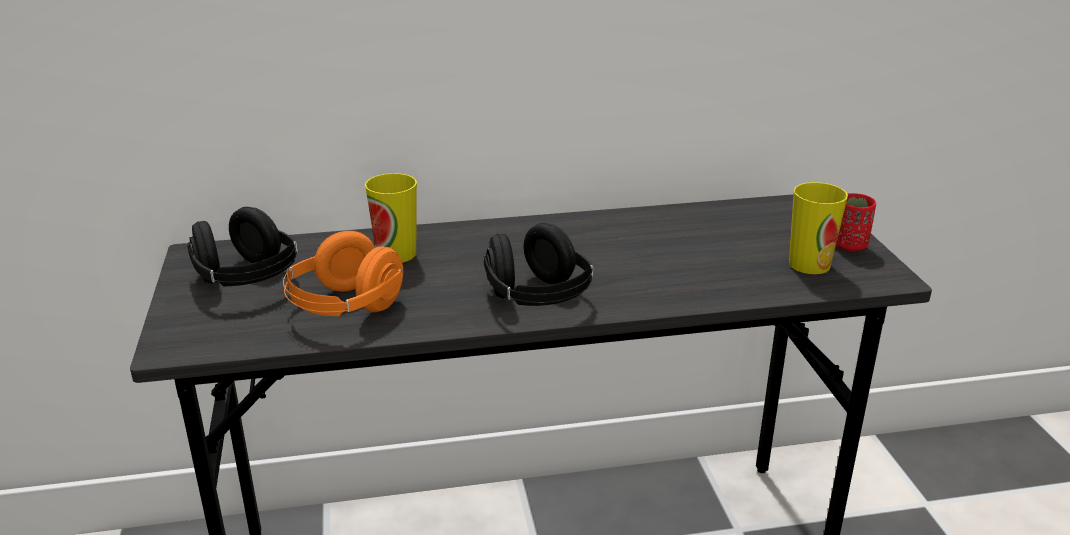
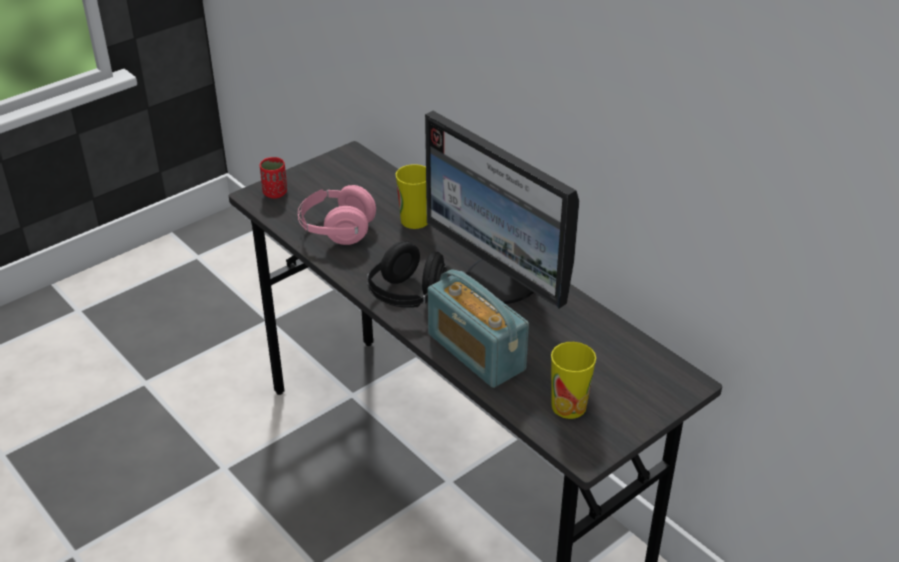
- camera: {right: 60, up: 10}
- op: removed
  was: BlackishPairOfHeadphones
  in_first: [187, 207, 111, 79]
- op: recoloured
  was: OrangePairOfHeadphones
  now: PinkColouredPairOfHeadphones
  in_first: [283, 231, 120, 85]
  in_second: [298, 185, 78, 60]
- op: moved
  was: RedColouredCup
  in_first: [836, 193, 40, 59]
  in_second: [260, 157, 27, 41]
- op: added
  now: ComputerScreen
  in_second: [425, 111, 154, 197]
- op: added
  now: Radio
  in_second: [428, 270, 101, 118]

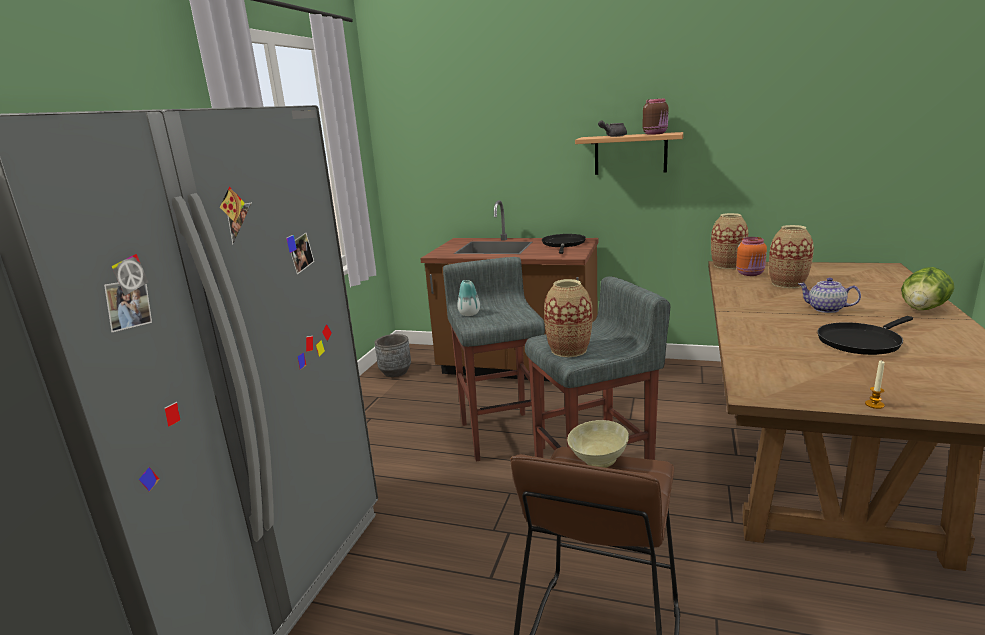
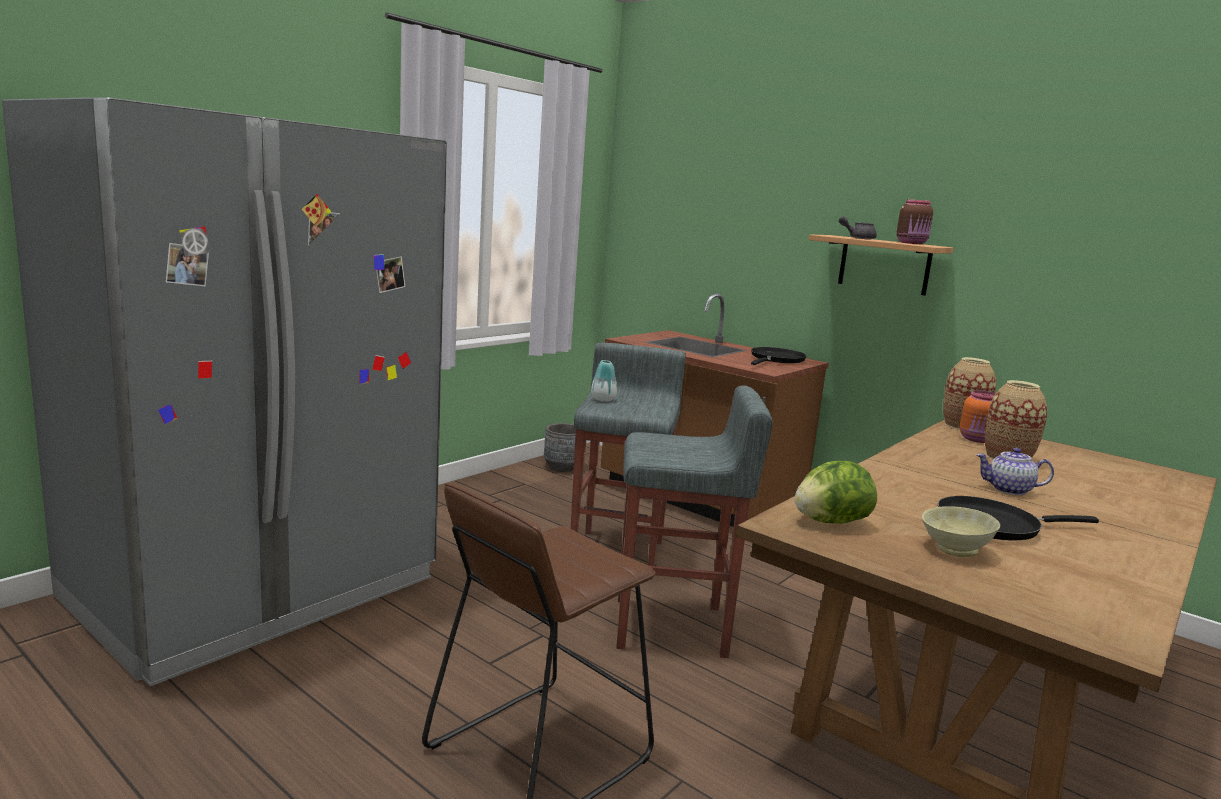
- camera: {right: 20, up: -5}
- op: removed
  was: FlowerVase
  in_first: [544, 279, 48, 78]
- op: moved
  was: SandColouredDeepDish
  in_first: [567, 420, 62, 48]
  in_second: [922, 506, 78, 51]
- op: turned
  was: Teapot
  in_first: [798, 277, 63, 36]
  in_second: [976, 448, 78, 47]
  clockwise: -45
- op: removed
  was: Candle
  in_first: [865, 361, 20, 48]
- op: moved
  was: LettuceHead
  in_first: [901, 267, 53, 43]
  in_second: [795, 461, 82, 63]

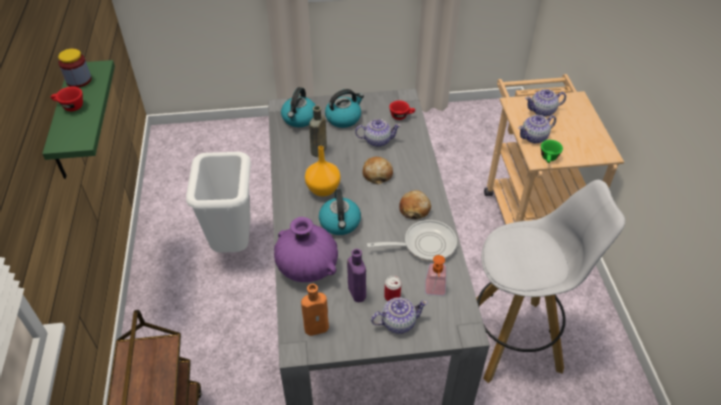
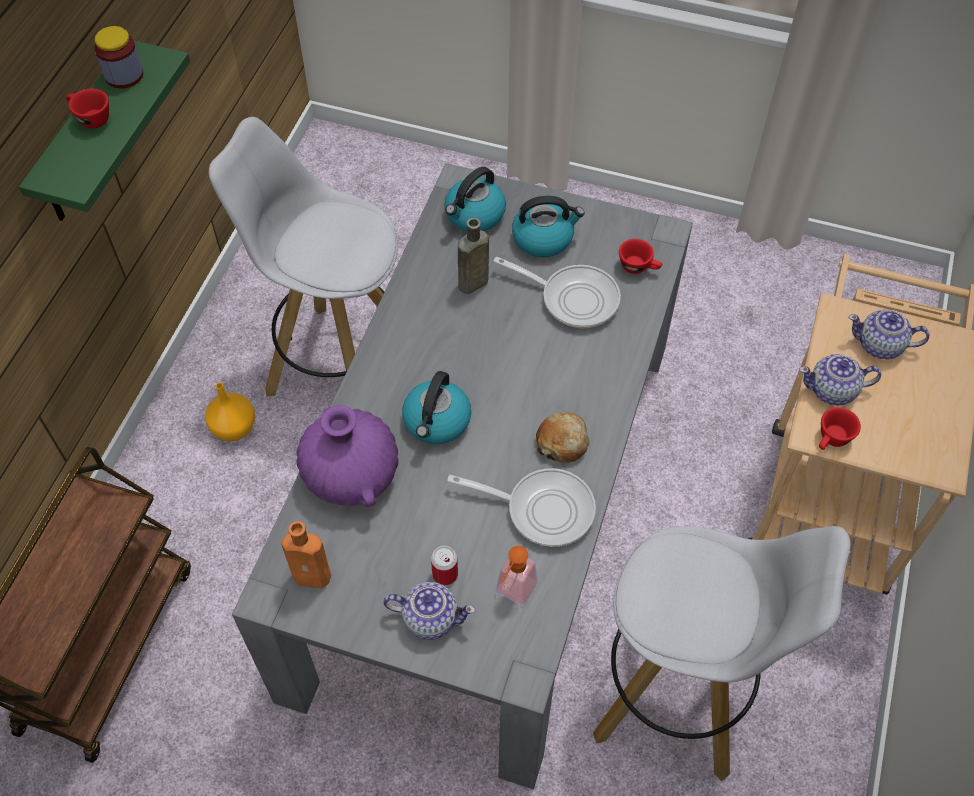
- camera: {right: 25, up: 10}
- op: replaced
  was: WhiteColouredWasteBin
  now: WhiteColouredSittingStool
  in_first: [186, 152, 65, 101]
  in_second: [209, 117, 189, 280]
- op: moved
  was: OrangeFlowerVase
  in_first: [305, 146, 36, 51]
  in_second: [205, 383, 50, 58]
- op: removed
  was: PurpleColouredBottle
  in_first: [347, 249, 19, 54]
- op: replaced
  was: Teapot
  now: FryingPan
  in_first: [355, 119, 46, 28]
  in_second: [494, 257, 127, 71]
- op: removed
  was: BakedBread
  in_first: [362, 157, 31, 28]
- op: recoloured
  was: GreenColouredCup
  now: RedColouredCup
  in_first: [541, 140, 22, 23]
  in_second: [819, 407, 42, 43]

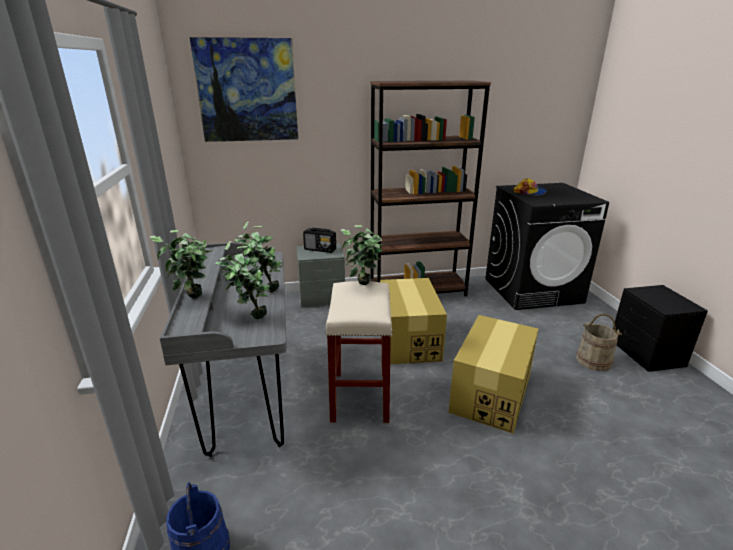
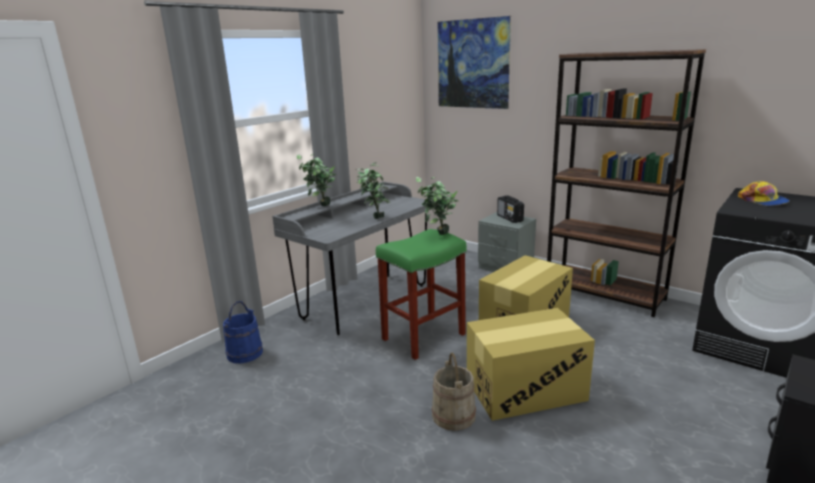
- camera: {right: 50, up: -5}
- op: removed
  was: Houseplant
  in_first: [215, 241, 55, 78]
- op: recoloured
  was: SandColouredSittingStool
  now: GreenColouredSittingStool
  in_first: [325, 281, 68, 142]
  in_second: [376, 229, 91, 131]
- op: moved
  was: SandColouredPail
  in_first: [576, 314, 46, 57]
  in_second: [432, 352, 44, 79]

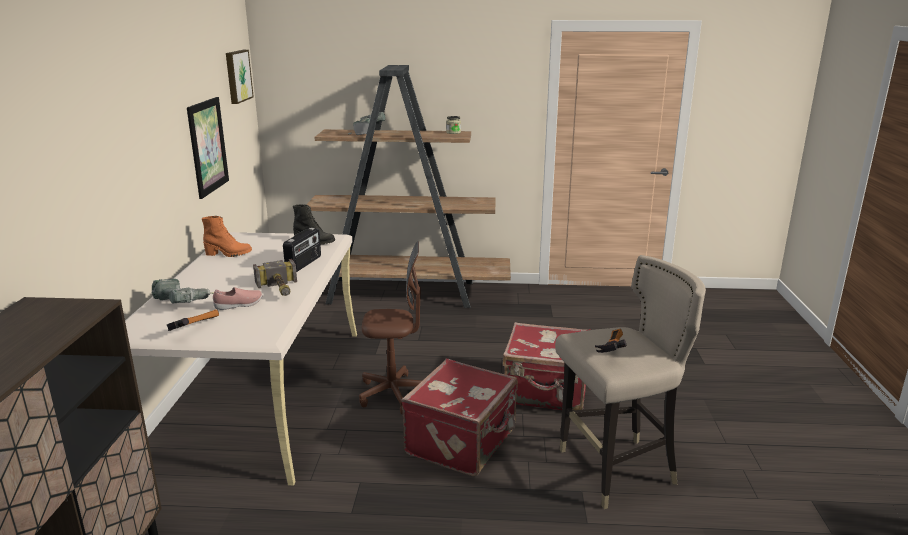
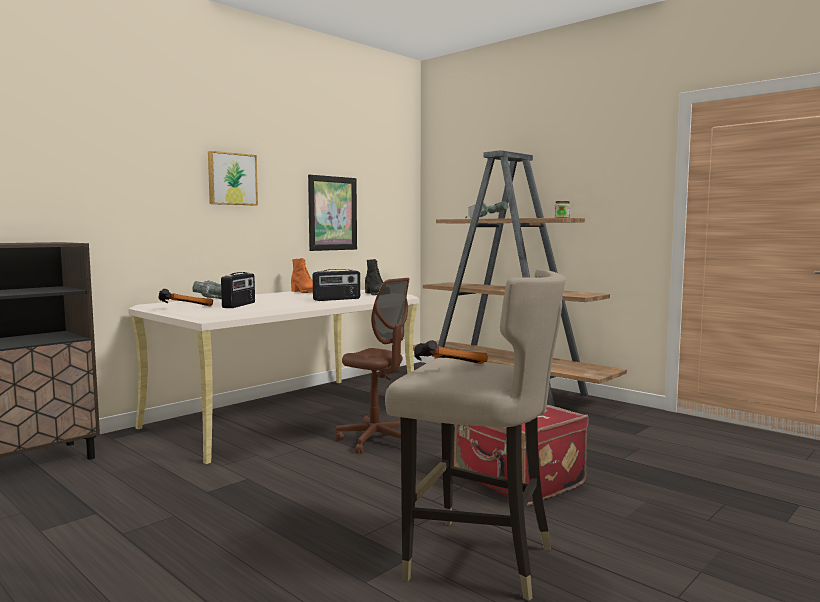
- camera: {right: 40, up: -15}
- op: replaced
  was: PinkColouredItemOfFootwear
  now: Radio
  in_first: [213, 287, 49, 23]
  in_second: [221, 272, 34, 36]
- op: moved
  was: Picture
  in_first: [226, 50, 28, 54]
  in_second: [208, 151, 50, 54]
- op: removed
  was: ToolHammer
  in_first: [253, 259, 44, 37]
- op: removed
  was: RedColouredTravelCase
  in_first: [401, 359, 117, 117]

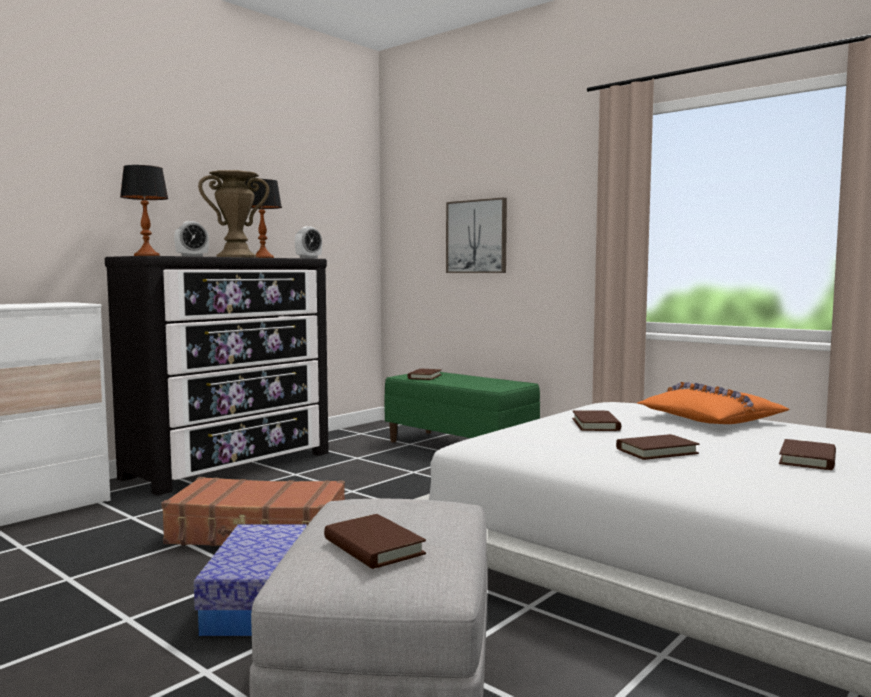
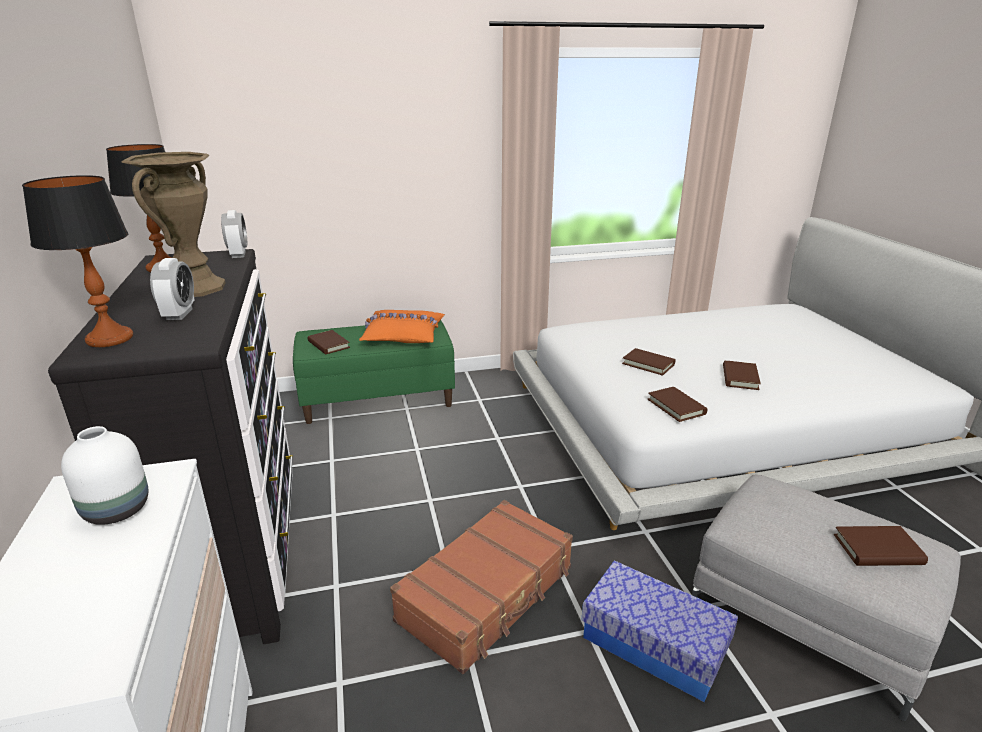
- camera: {right: -55, up: 20}
- op: removed
  was: Picture
  in_first: [446, 197, 61, 76]
- op: moved
  was: OrangeCushion
  in_first: [637, 382, 153, 42]
  in_second: [359, 310, 86, 33]
- op: moved
  was: BrownishBook
  in_first: [779, 439, 57, 31]
  in_second: [648, 387, 59, 35]
- op: added
  now: WhiteColouredFlowerVase
  in_second: [61, 426, 87, 99]

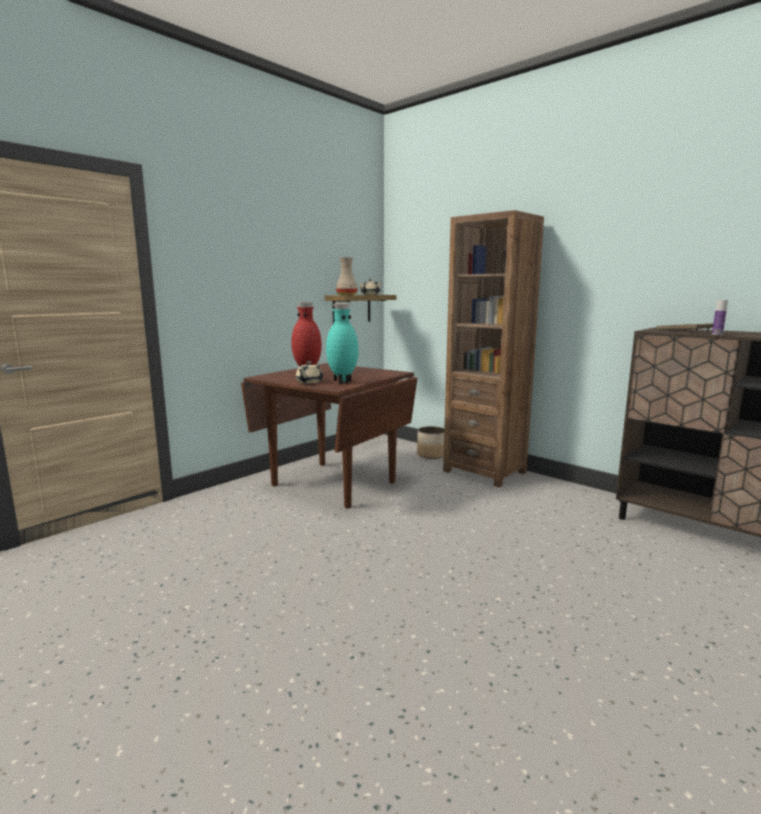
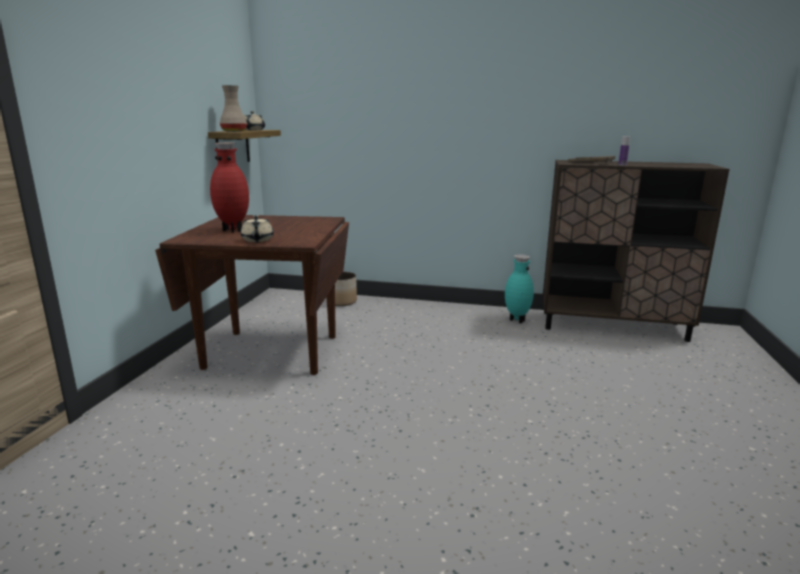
- camera: {right: -30, up: 5}
- op: moved
  was: TurquoiseFlowerVase
  in_first: [326, 303, 33, 81]
  in_second: [505, 254, 29, 69]
- op: removed
  was: BrownishBookcase
  in_first: [443, 210, 101, 277]

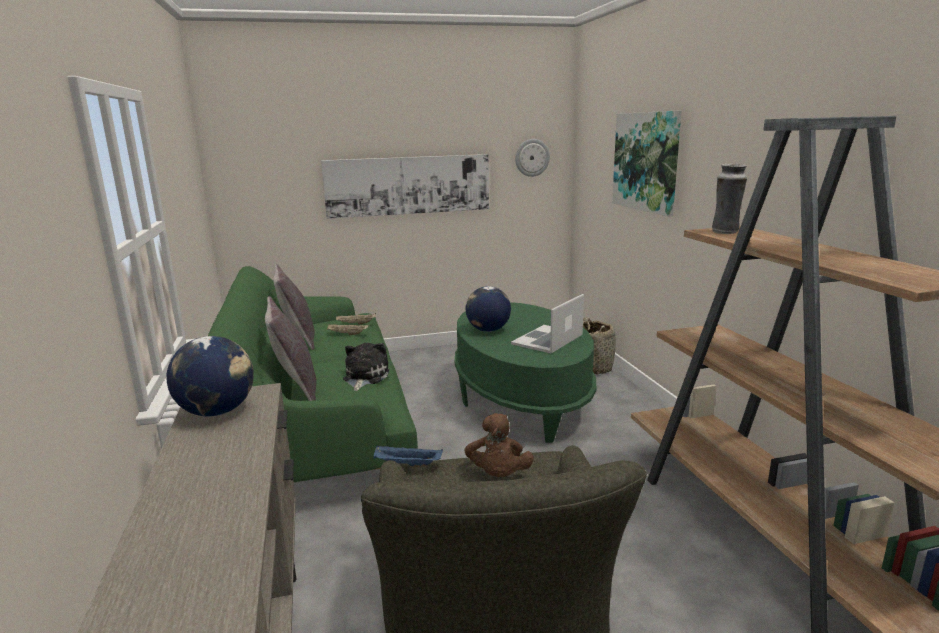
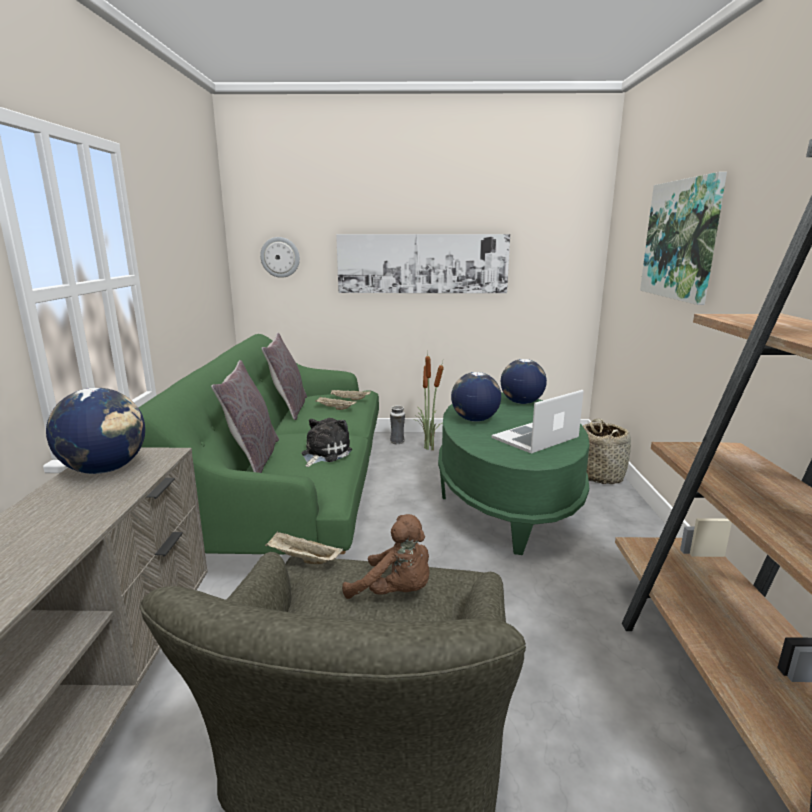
- camera: {right: 15, up: 0}
- op: recoloured
  was: BlueServingTray
  now: SandColouredServingTray
  in_first: [374, 446, 69, 21]
  in_second: [265, 531, 78, 33]
- op: turned
  was: BrownishSoftToy
  in_first: [465, 413, 69, 64]
  in_second: [342, 514, 87, 85]
  clockwise: -75
- op: moved
  was: WallClock
  in_first: [515, 139, 35, 38]
  in_second: [260, 237, 40, 41]
- op: moved
  was: FlowerVase
  in_first: [712, 164, 35, 70]
  in_second: [390, 405, 15, 39]
- op: added
  now: Houseplant
  in_second: [413, 352, 31, 98]
- op: added
  now: WorldGlobe
  in_second: [501, 359, 46, 45]

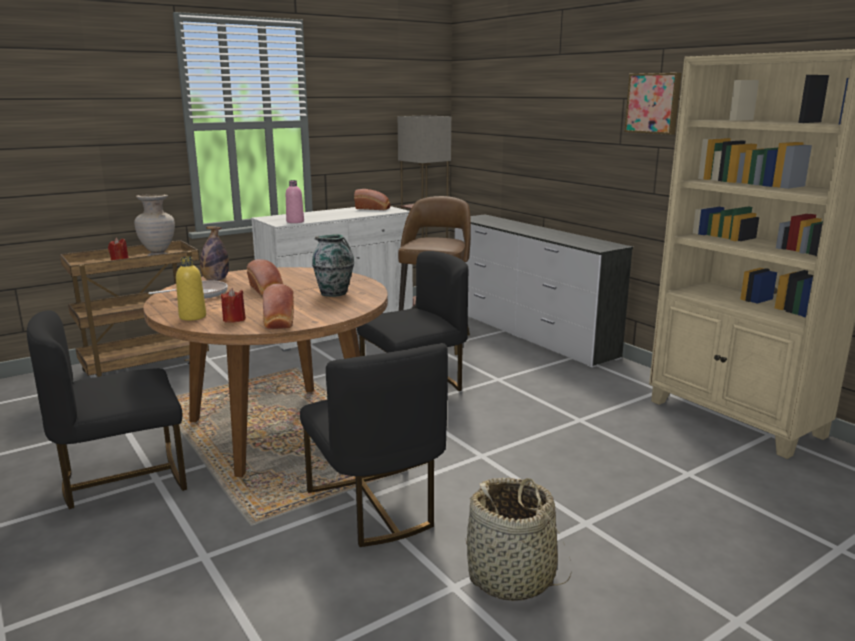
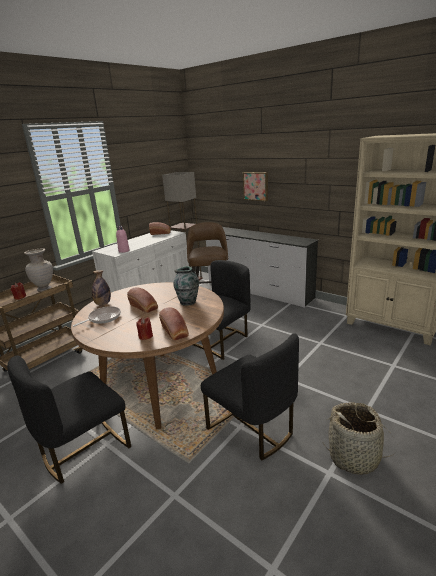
- camera: {right: -15, up: 5}
- op: removed
  was: YellowishBottle
  in_first: [176, 256, 30, 65]
- op: moved
  was: Picture
  in_first: [624, 73, 57, 62]
  in_second: [243, 172, 25, 29]

